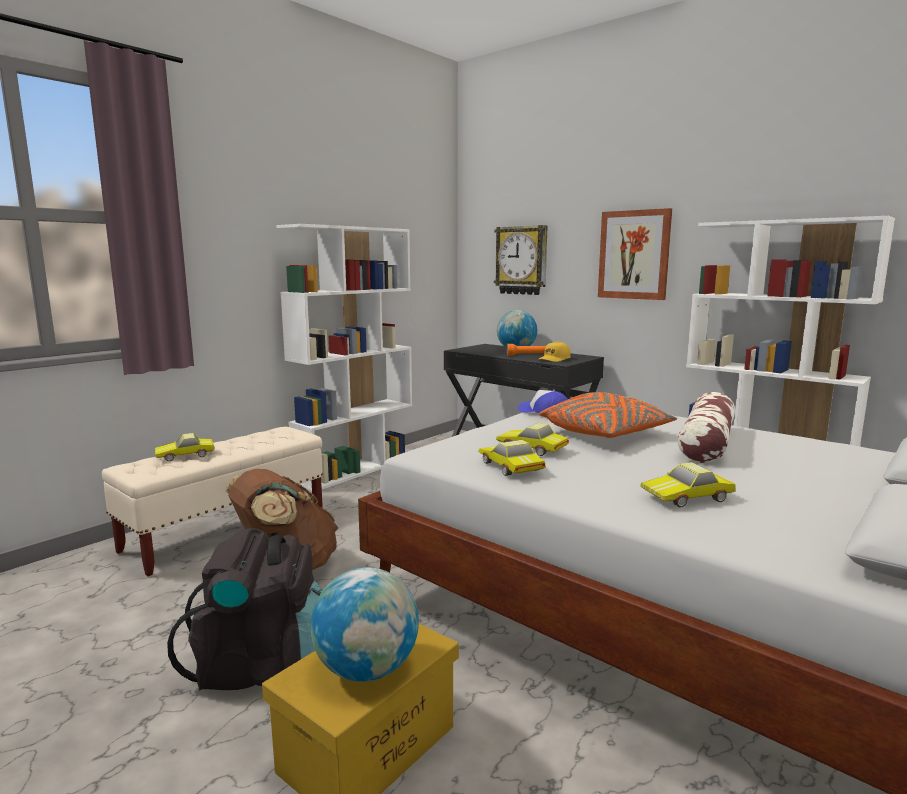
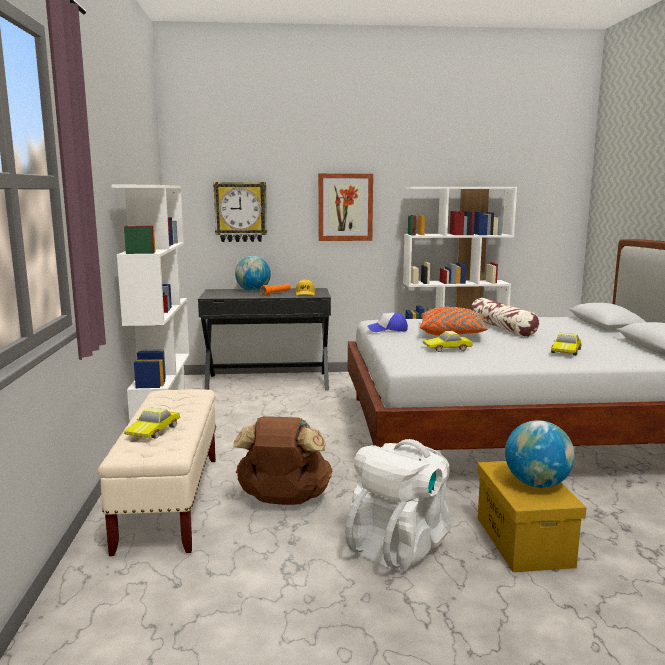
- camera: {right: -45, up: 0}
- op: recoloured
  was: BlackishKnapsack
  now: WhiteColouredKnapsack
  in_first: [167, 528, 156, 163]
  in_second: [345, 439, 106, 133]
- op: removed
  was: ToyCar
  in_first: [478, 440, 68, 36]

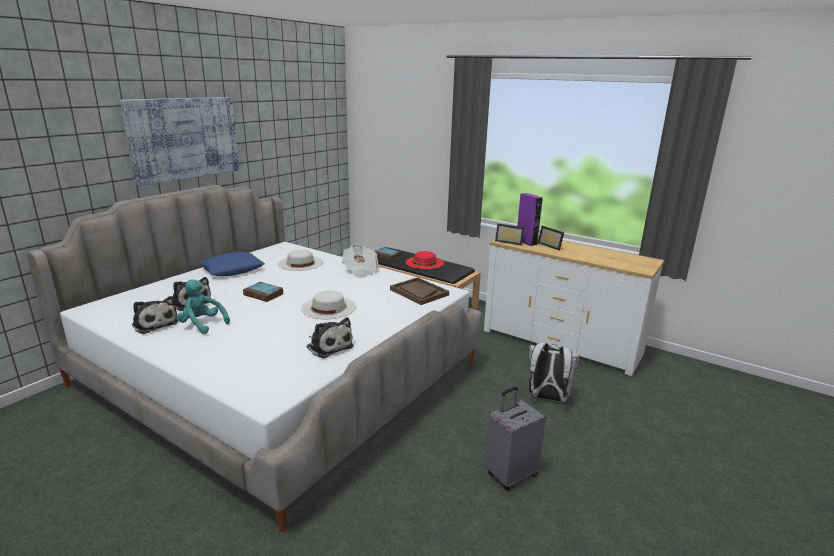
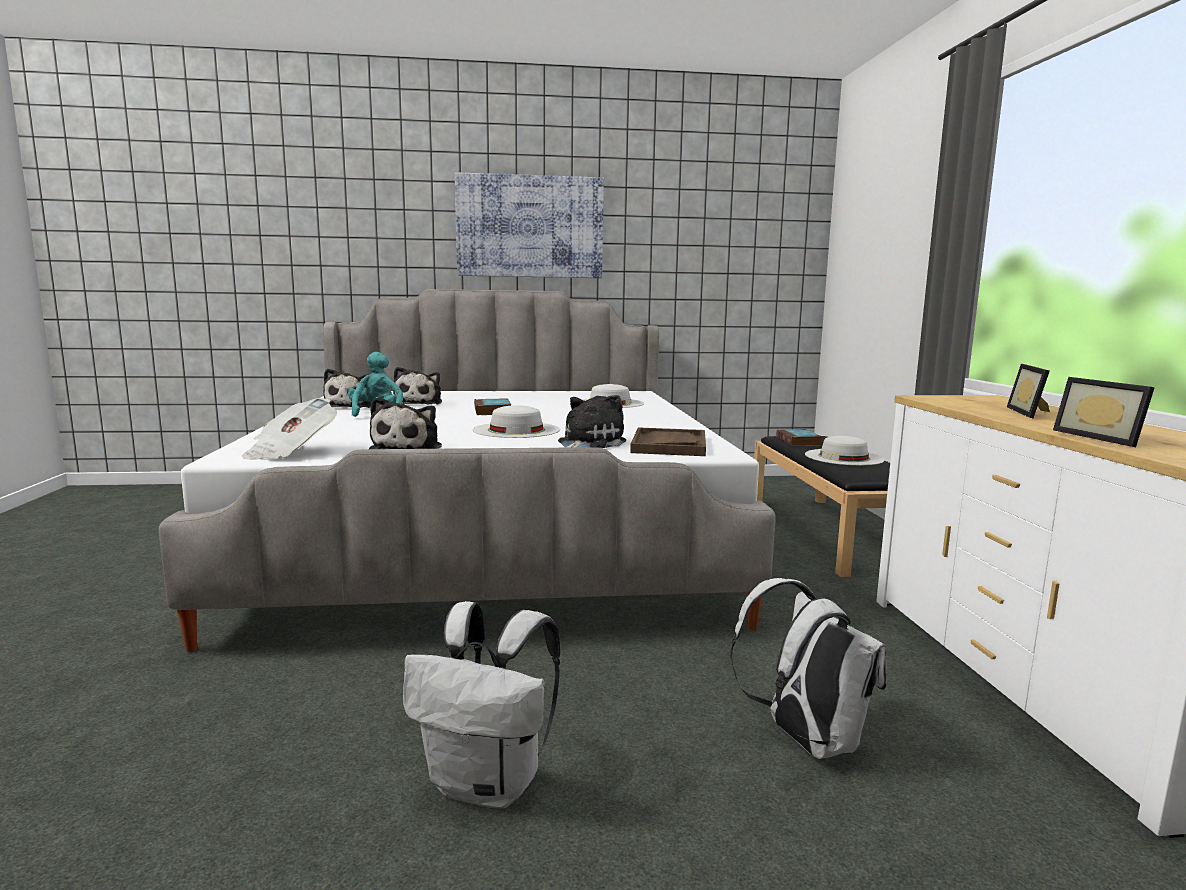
- camera: {right: 50, up: -10}
- op: removed
  was: BlueCushion
  in_first: [199, 252, 66, 24]
- op: moved
  was: PrintedPaper
  in_first: [342, 244, 37, 34]
  in_second: [242, 398, 95, 62]
- op: recoloured
  was: RedColouredHat
  now: WhiteColouredHat
  in_first: [406, 251, 38, 18]
  in_second: [805, 436, 80, 29]
- op: replaced
  was: GrayTravelCase
  now: WhiteColouredKnapsack
  in_first: [485, 386, 61, 104]
  in_second: [403, 601, 158, 208]
- op: moved
  was: PhotoFrame
  in_first: [495, 224, 30, 22]
  in_second: [1053, 377, 102, 70]
- op: removed
  was: PurpleColouredAudioSpeaker
  in_first: [517, 193, 26, 53]
- op: added
  now: SoftToy
  in_second: [558, 395, 68, 53]

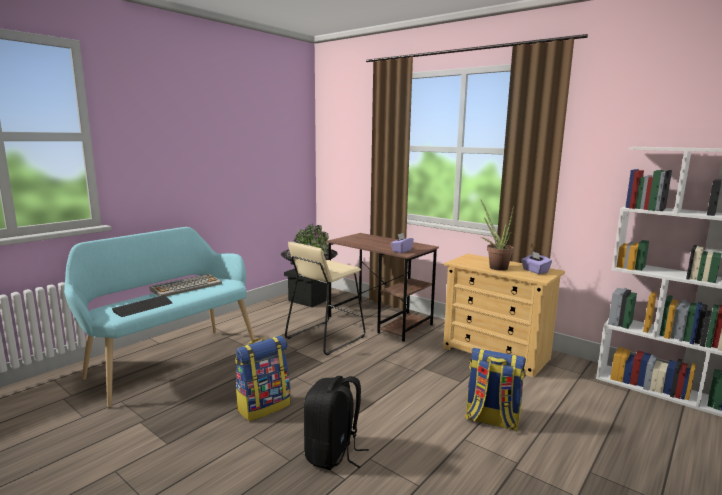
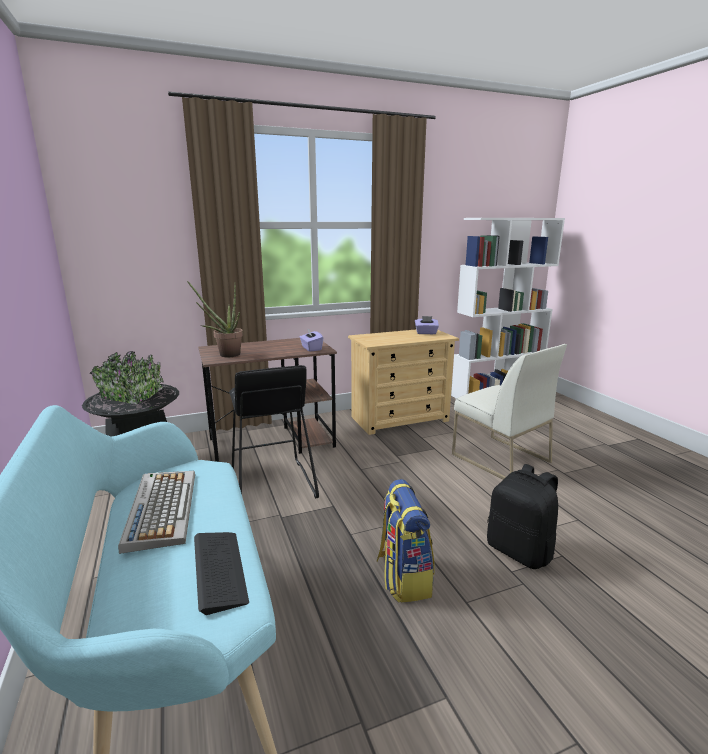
- camera: {right: -60, up: 5}
- op: recoloured
  was: SandColouredSittingStool
  now: BlackishSittingStool
  in_first: [285, 242, 80, 113]
  in_second: [229, 365, 90, 134]
- op: replaced
  was: Knapsack
  now: WhiteColouredChair
  in_first: [465, 348, 61, 83]
  in_second: [452, 344, 115, 136]
- op: moved
  was: Houseplant
  in_first: [480, 199, 34, 72]
  in_second: [187, 281, 56, 76]

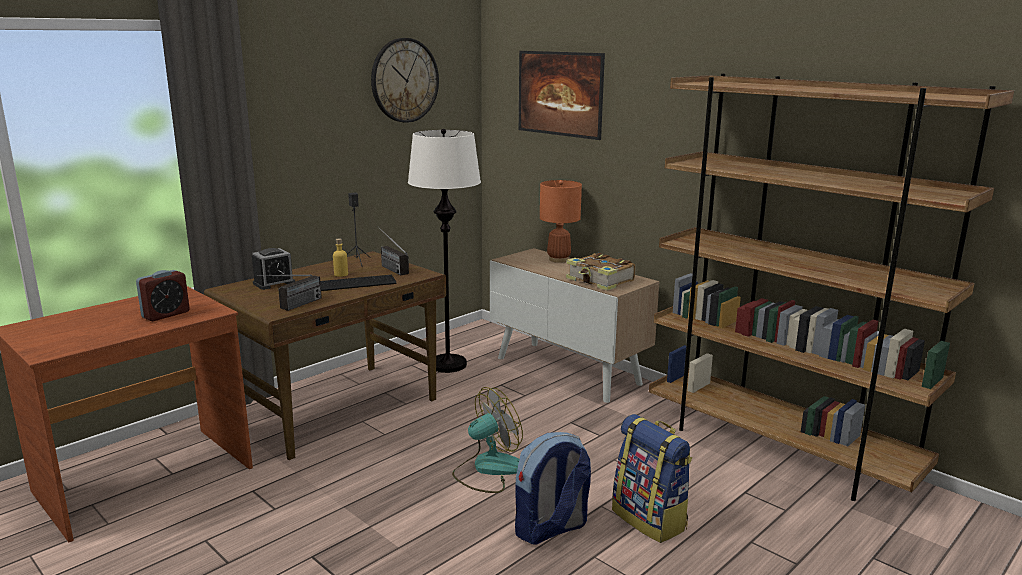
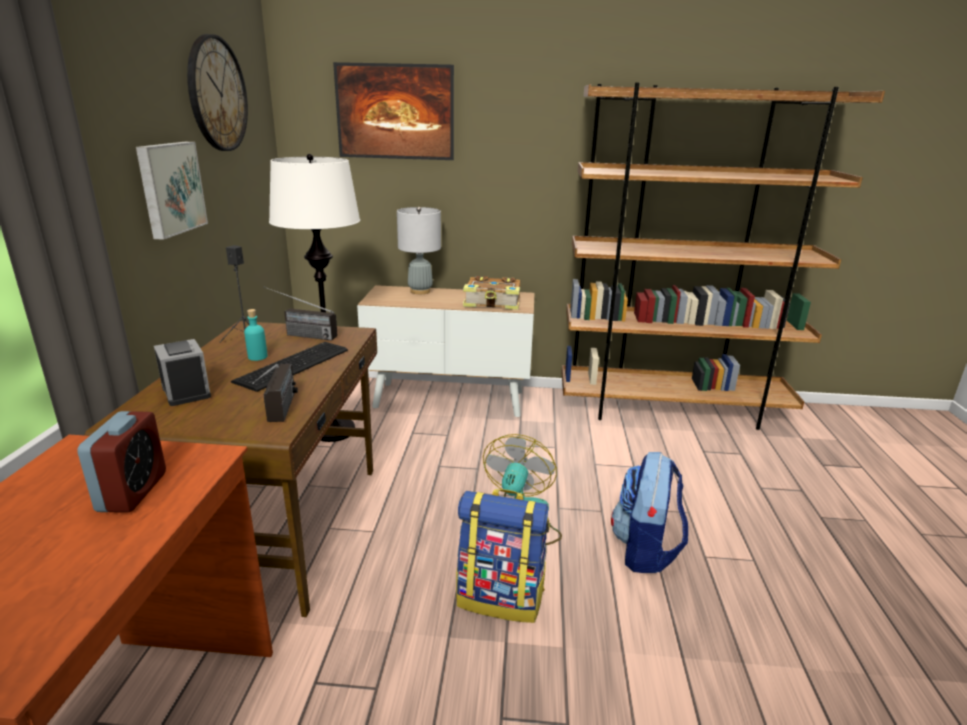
- camera: {right: -40, up: 5}
- op: turned
  was: TableClock
  in_first: [252, 248, 43, 42]
  in_second: [154, 339, 57, 67]
  clockwise: -45
- op: recoloured
  was: YellowishBottle
  now: TurquoiseBottle
  in_first: [333, 238, 15, 39]
  in_second: [244, 309, 24, 52]
- op: recoloured
  was: OrangeTabletopLamp
  now: GrayTabletopLamp
  in_first: [540, 180, 42, 83]
  in_second: [397, 207, 44, 87]
- op: moved
  was: Knapsack
  in_first: [612, 414, 80, 129]
  in_second: [456, 489, 94, 134]
- op: added
  now: Picture
  in_second: [136, 142, 72, 98]

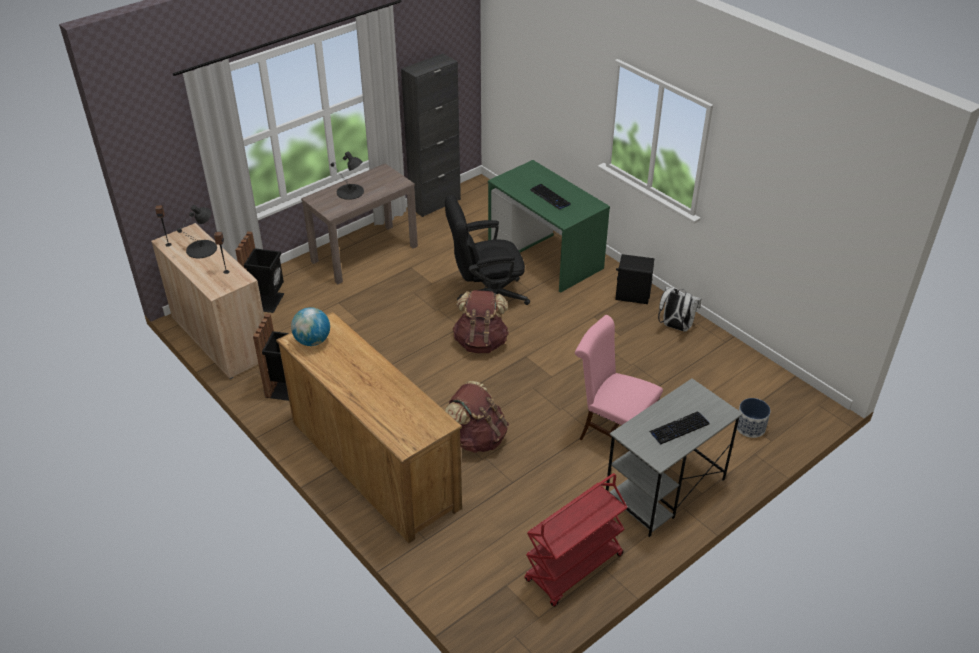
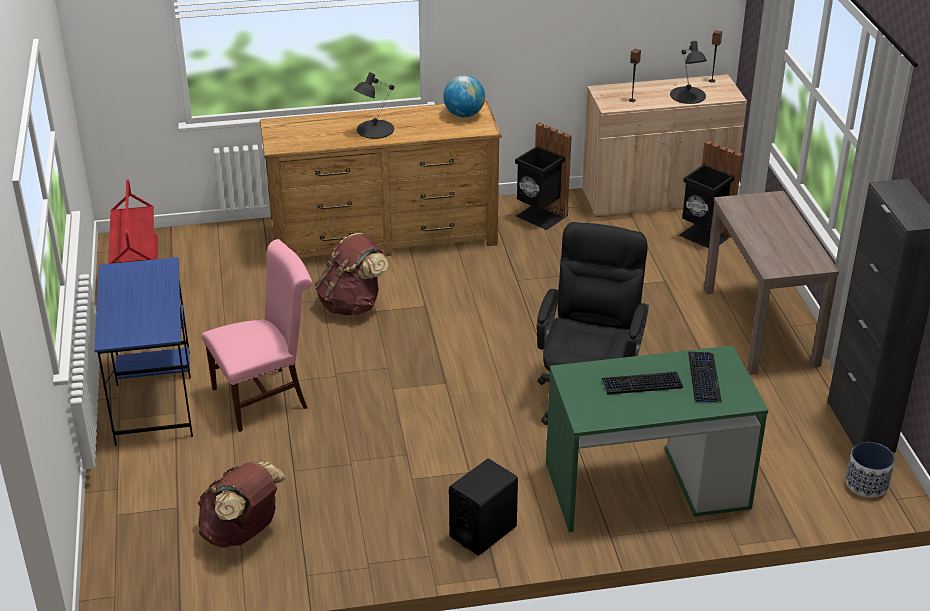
- camera: {right: 120, up: -5}
- op: moved
  was: BlackishTabletopLamp
  in_first: [330, 151, 34, 49]
  in_second: [354, 72, 40, 67]
- op: moved
  was: BrownishKnapsack
  in_first: [452, 290, 57, 63]
  in_second: [198, 461, 89, 87]
- op: recoloured
  was: GrayDeskTable
  now: BlueDeskTable
  in_first: [606, 378, 137, 159]
  in_second: [95, 257, 98, 189]
- op: moved
  was: Keyboard
  in_first: [649, 412, 61, 33]
  in_second: [688, 352, 34, 50]
- op: removed
  was: WhiteColouredKnapsack
  in_first: [658, 286, 43, 46]
- op: moved
  was: FlowerPot
  in_first: [737, 398, 33, 40]
  in_second: [846, 442, 49, 56]

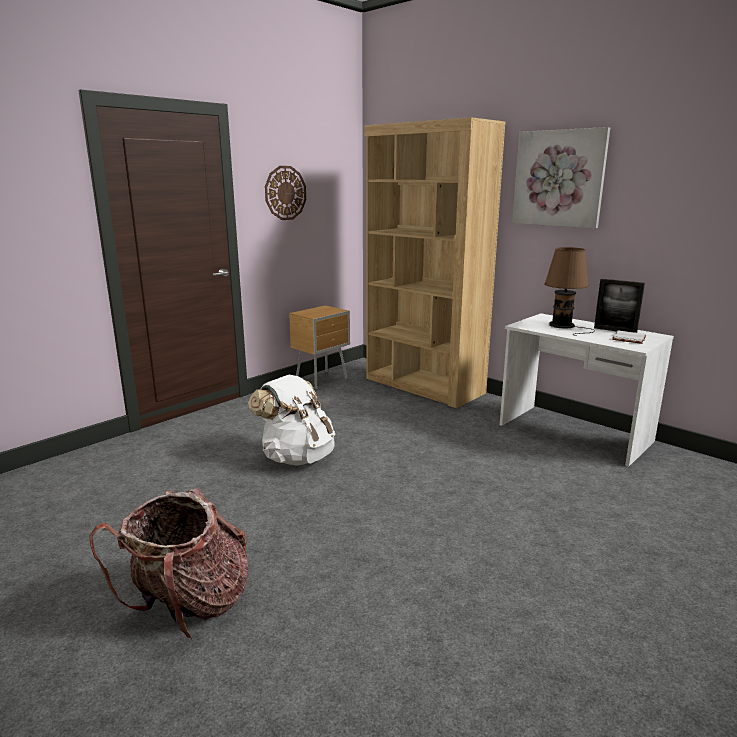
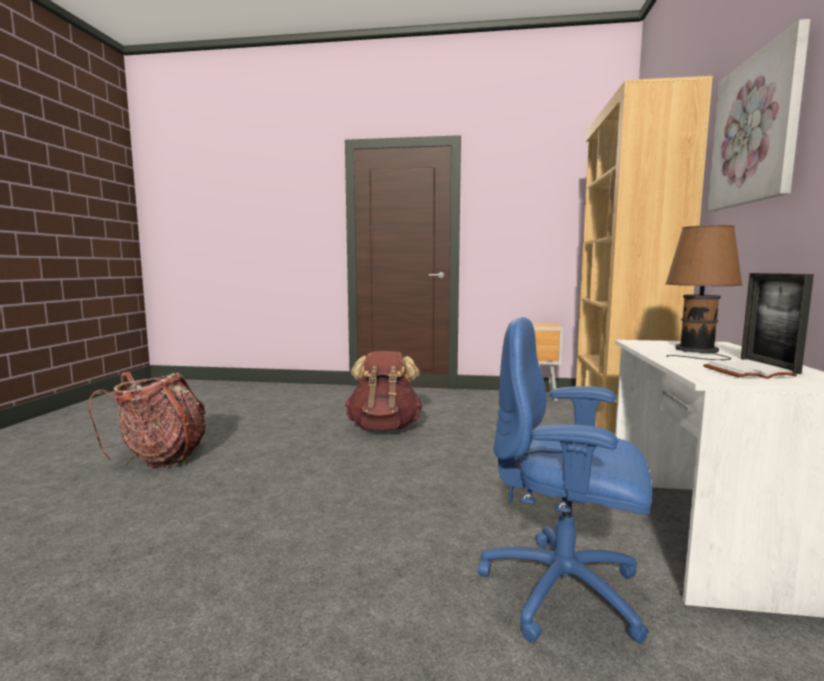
- camera: {right: 55, up: -10}
- op: recoloured
  was: WhiteColouredKnapsack
  now: BrownishKnapsack
  in_first: [248, 375, 87, 91]
  in_second: [345, 351, 77, 79]
- op: removed
  was: WallClock
  in_first: [265, 166, 41, 54]
- op: added
  now: BlueOfficeChair
  in_second: [478, 317, 174, 326]

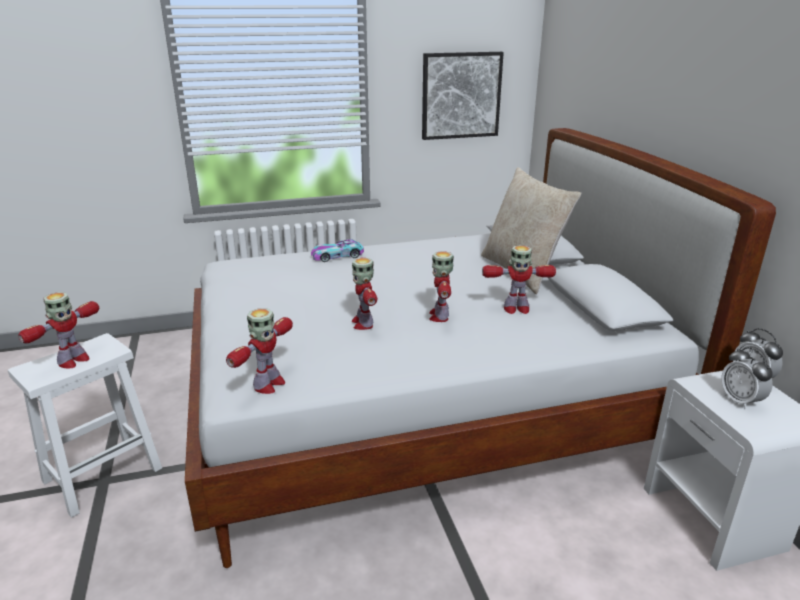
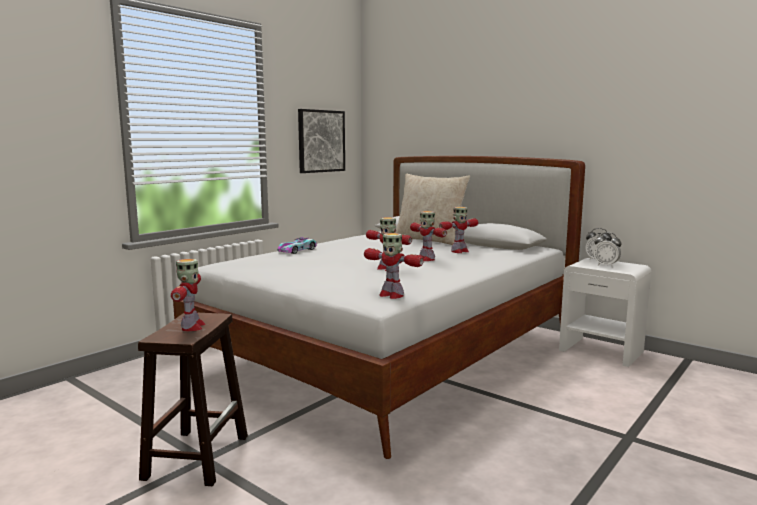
- camera: {right: -35, up: -15}
- op: recoloured
  was: WhiteColouredSittingStool
  now: BrownishSittingStool
  in_first: [8, 333, 154, 185]
  in_second: [138, 313, 110, 173]
- op: turned
  was: ModelRobot
  in_first: [226, 308, 67, 86]
  in_second: [364, 233, 60, 66]
  clockwise: 135

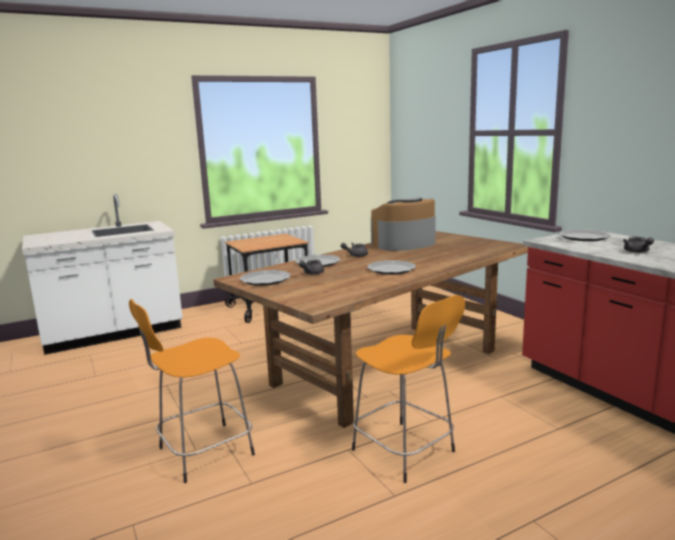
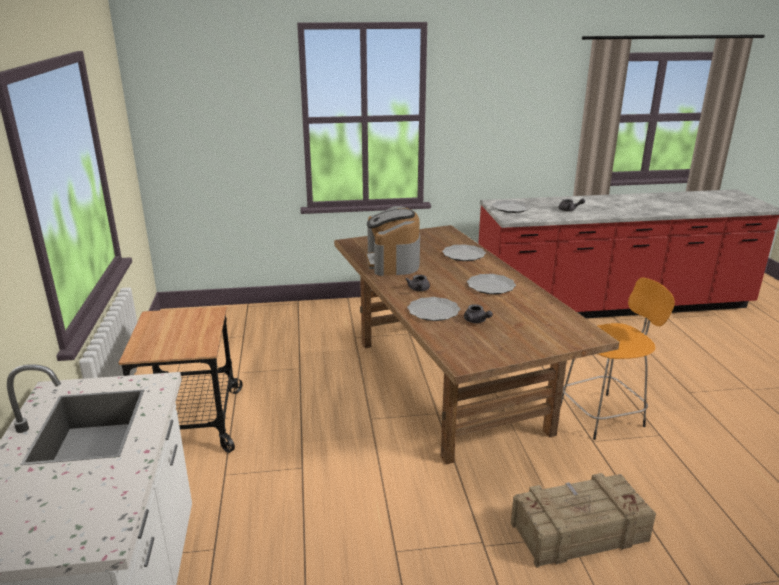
- camera: {right: -70, up: 10}
- op: replaced
  was: OrangeSittingStool
  now: ShippingCrate
  in_first: [129, 299, 126, 184]
  in_second: [511, 473, 145, 95]
- op: moved
  was: DinnerPlate
  in_first: [240, 270, 51, 16]
  in_second: [442, 244, 44, 17]

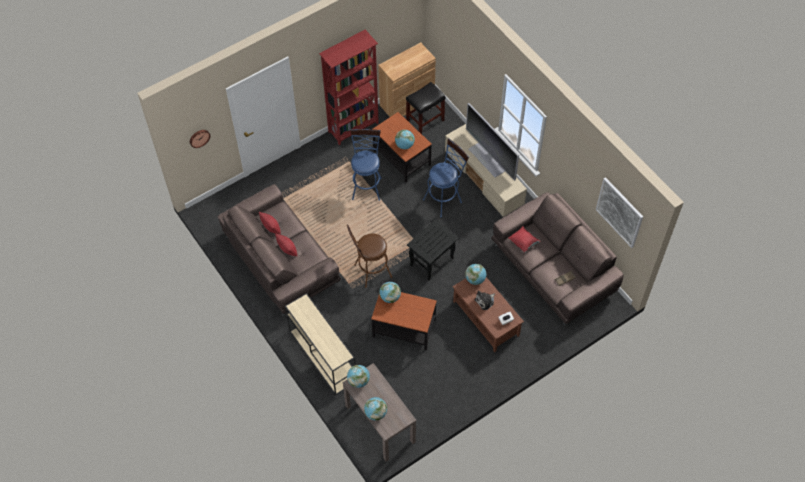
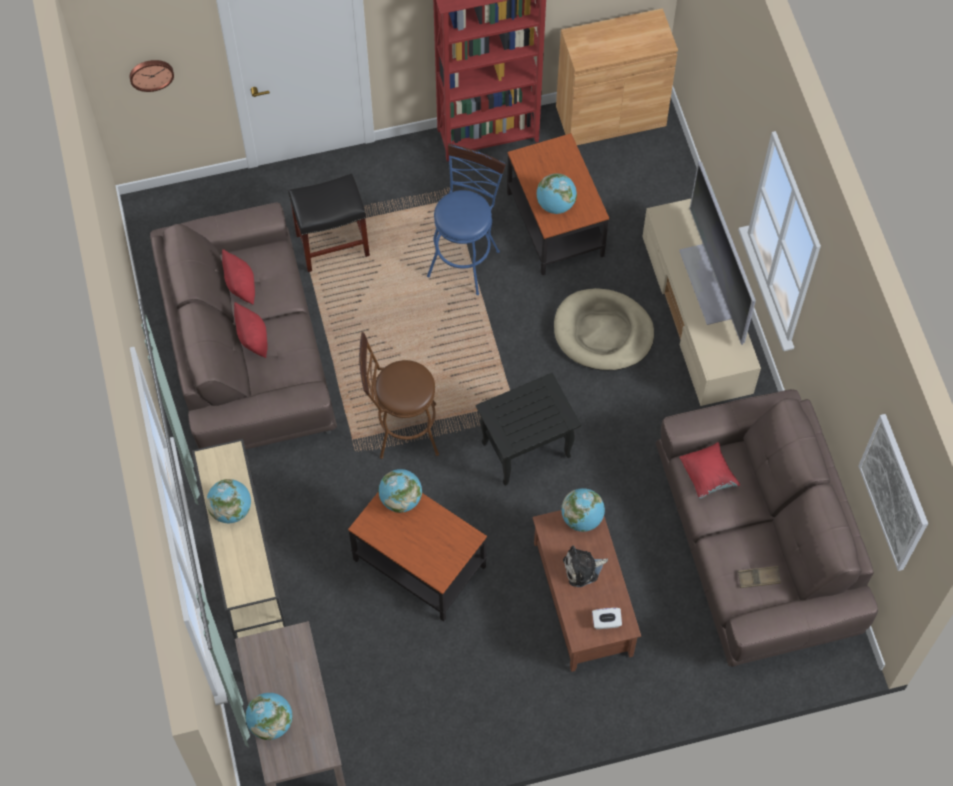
- camera: {right: 20, up: 5}
- op: moved
  was: WorldGlobe
  in_first: [347, 365, 23, 23]
  in_second: [206, 479, 45, 44]
- op: moved
  was: BlackishSittingStool
  in_first: [406, 82, 39, 52]
  in_second: [288, 174, 82, 98]
- op: replaced
  was: BlueSittingStool
  now: SandColouredPetBed
  in_first: [423, 138, 46, 79]
  in_second: [554, 288, 100, 83]

